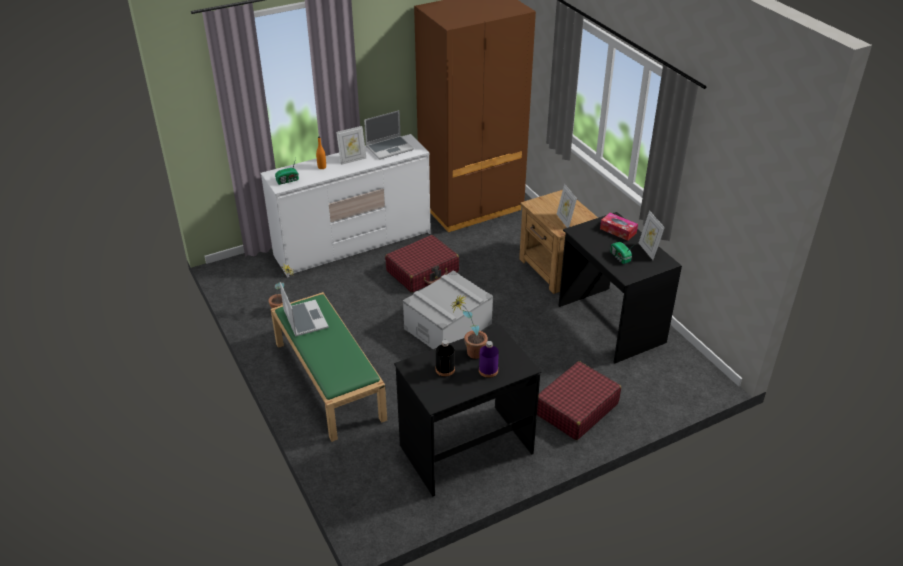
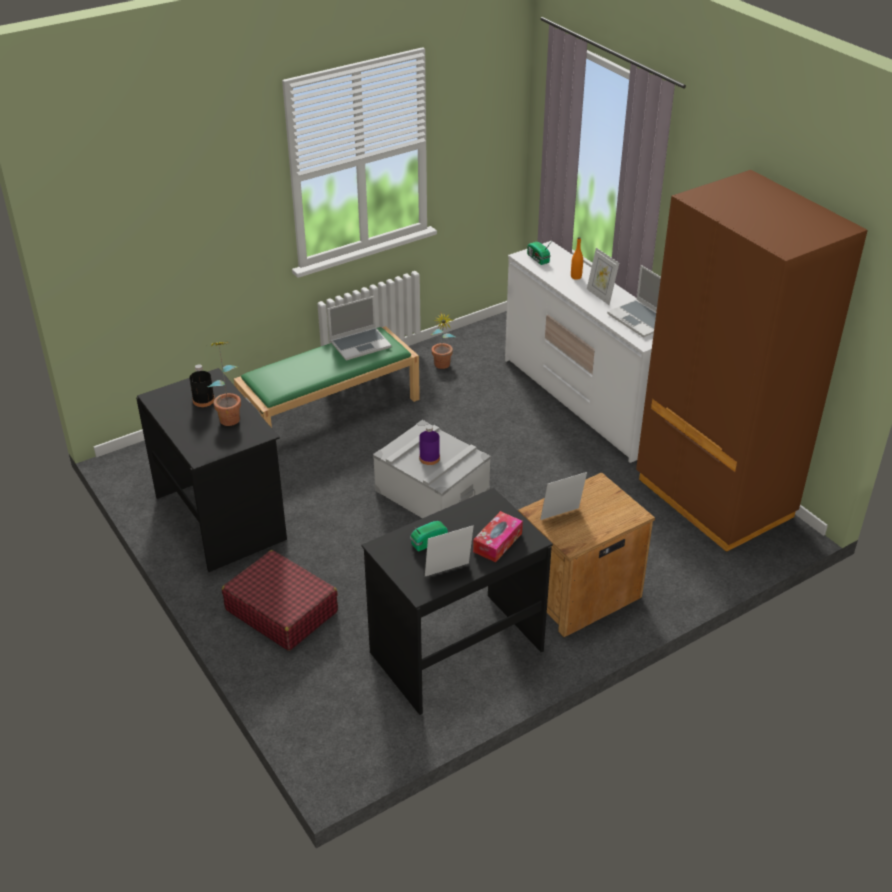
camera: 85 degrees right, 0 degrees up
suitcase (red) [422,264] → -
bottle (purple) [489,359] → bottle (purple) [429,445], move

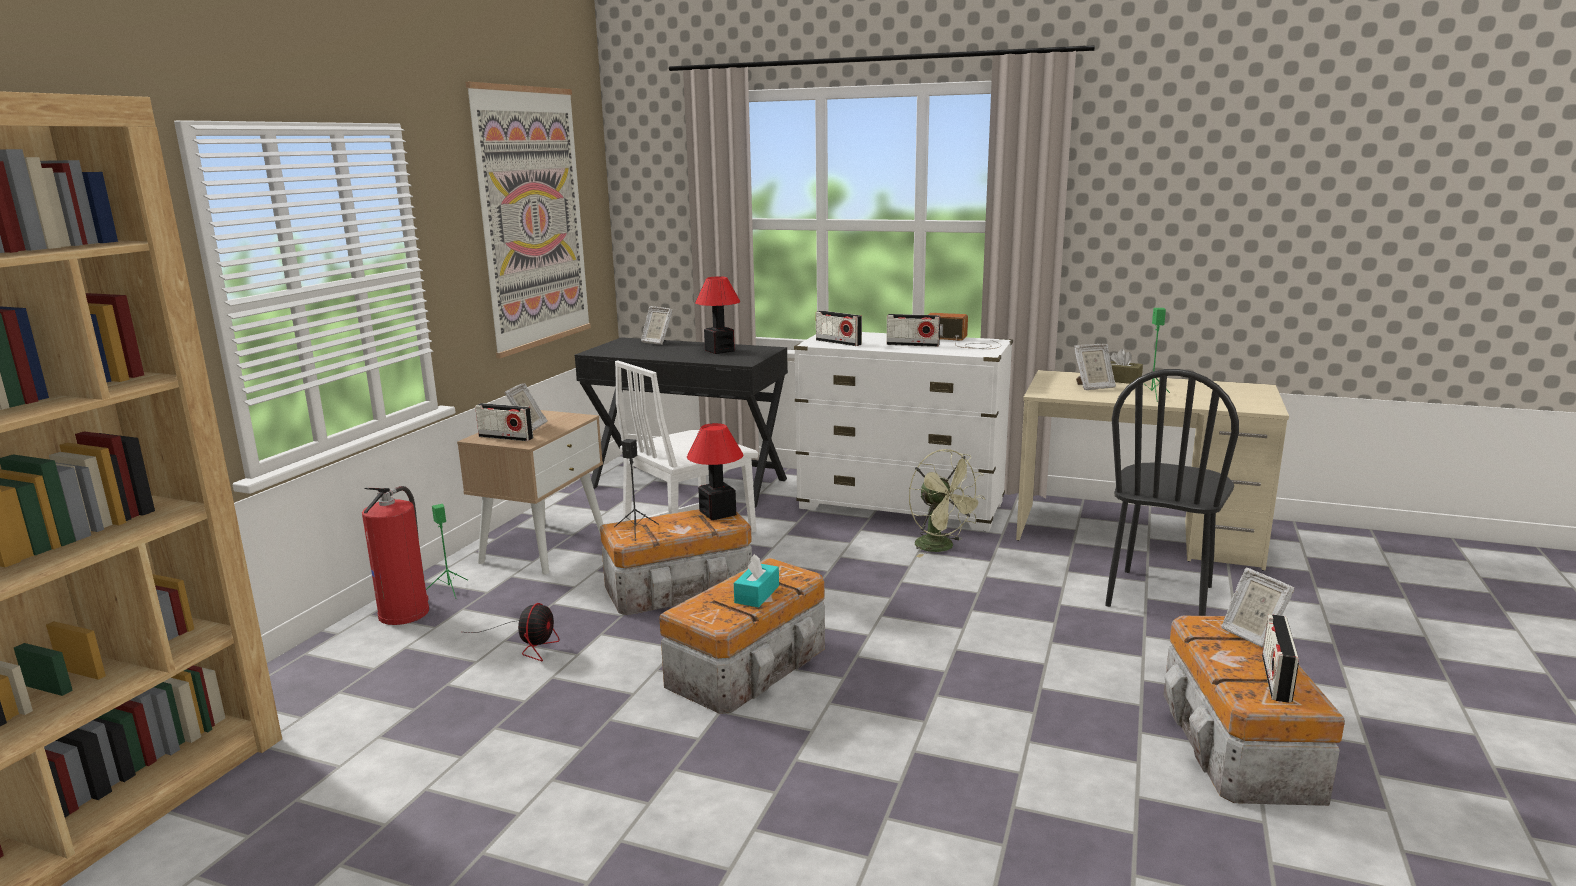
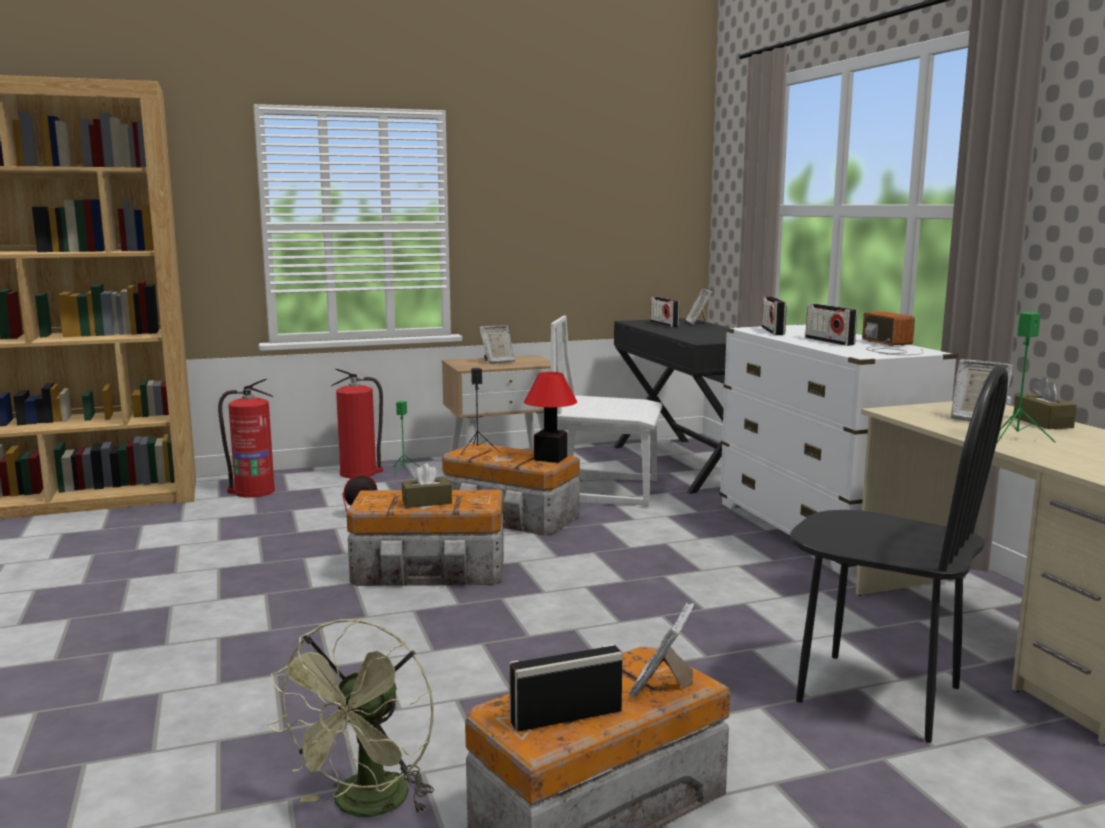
camera: 50 degrees right, 5 degrees down
picture [528,220] → -
table lamp [718,315] → -
chair (black) [1172,492] → chair (black) [899,554], 135 degrees counterclockwise
radio [504,422] → radio [665,312], move
fan (green) [947,503] → fan (green) [351,718], move
tissue box (turquoise) [756,580] → tissue box (brown) [427,486]
- → fire extinguisher [246,438]

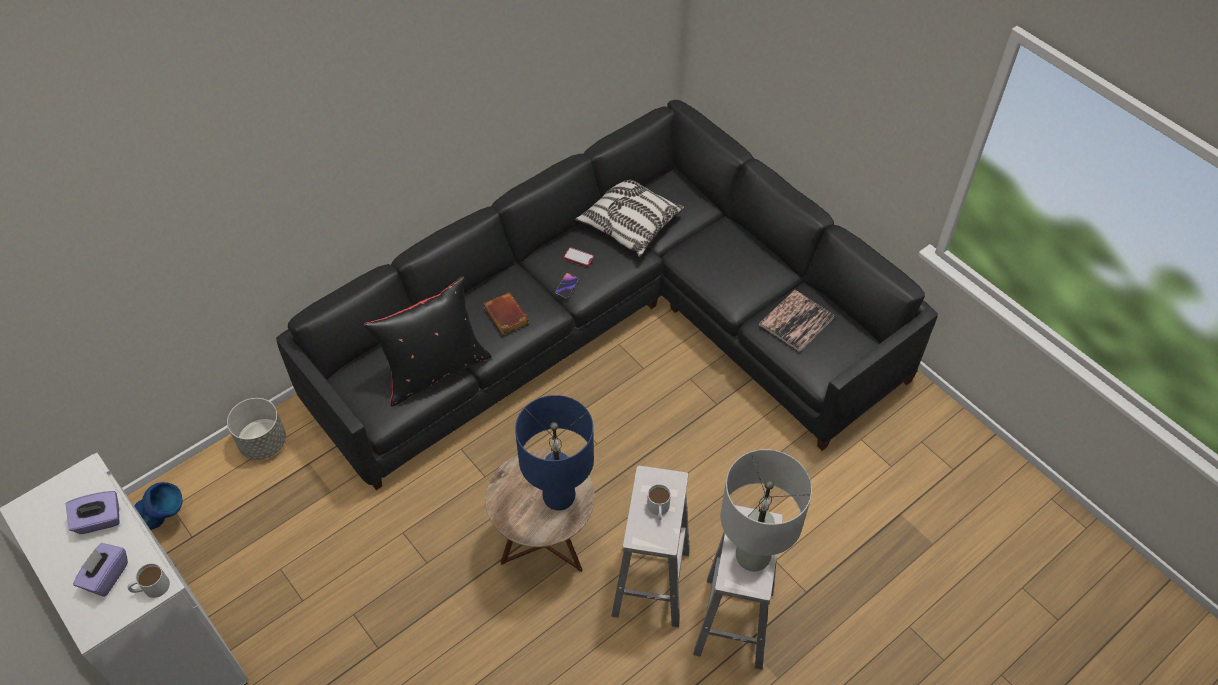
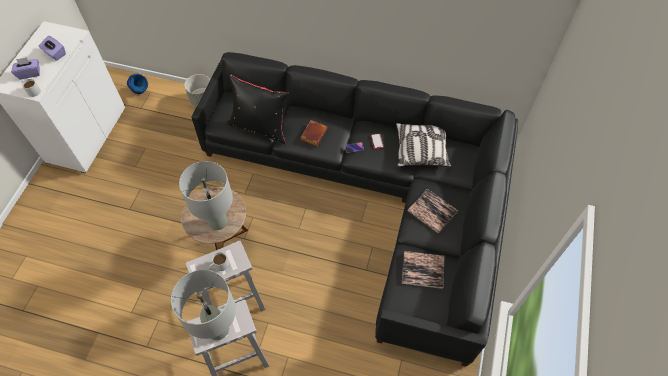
camera: 55 degrees right, 5 degrees up
table lamp (blue) [554,453] → table lamp (grey) [206,195]
- → book [432,211]

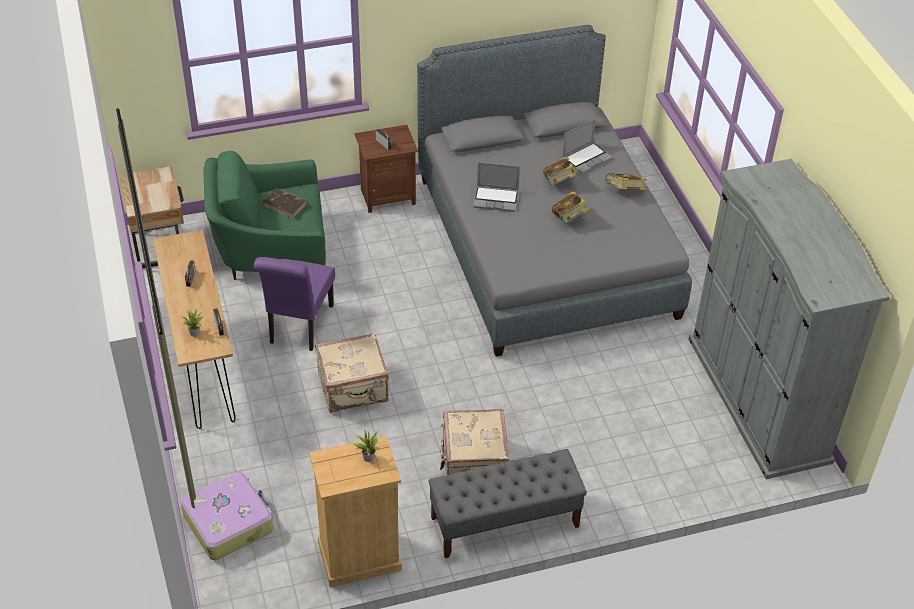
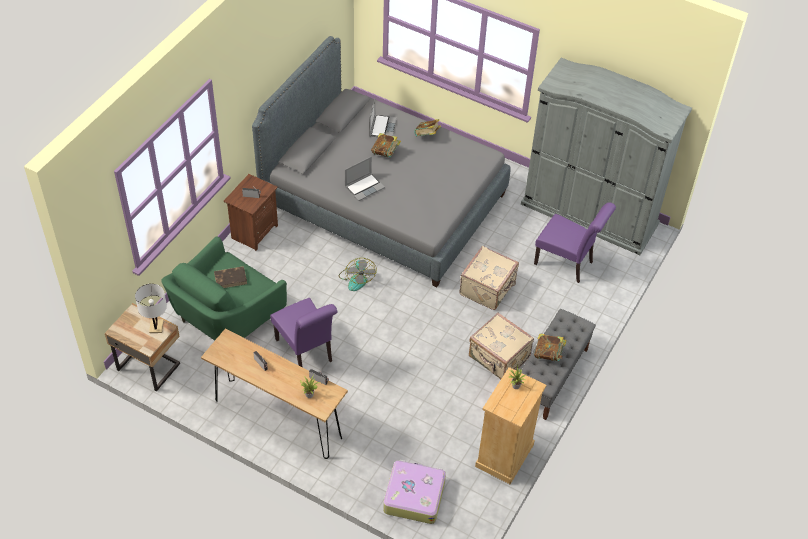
camera: 45 degrees left, 5 degrees up
book [571,207] → book [550,347], move
suitcase (beige) [352,373] → suitcase (beige) [489,278], move
- → chair (purple) [575,242]
- → fan [358,274]
- → table lamp (white) [151,308]

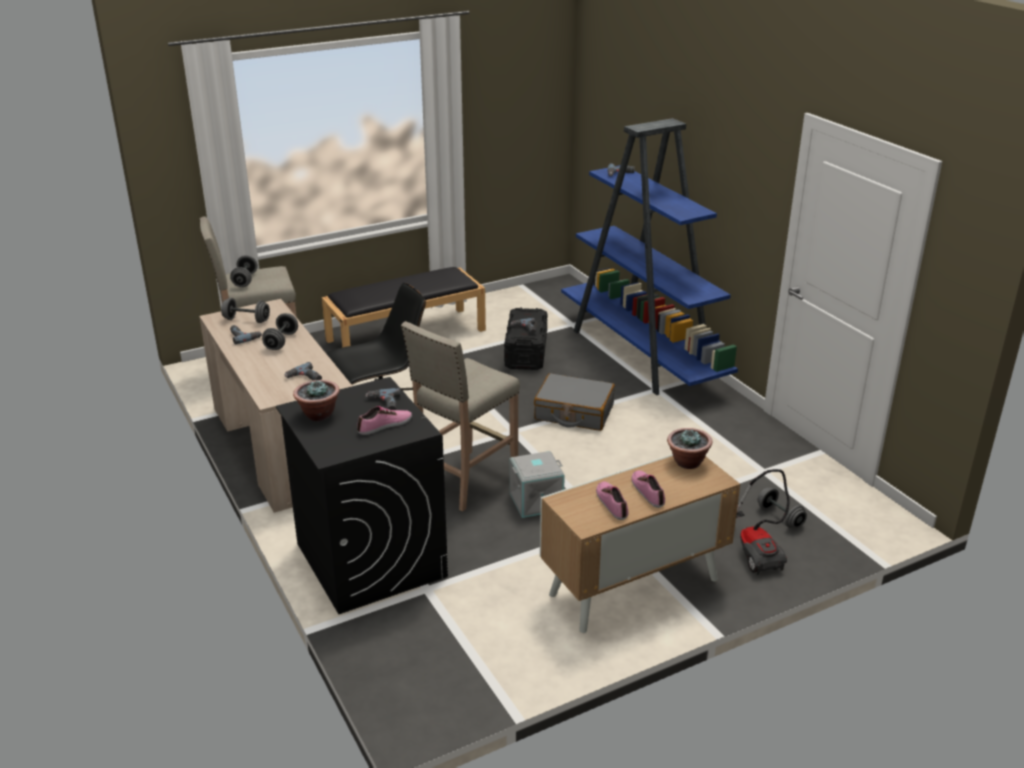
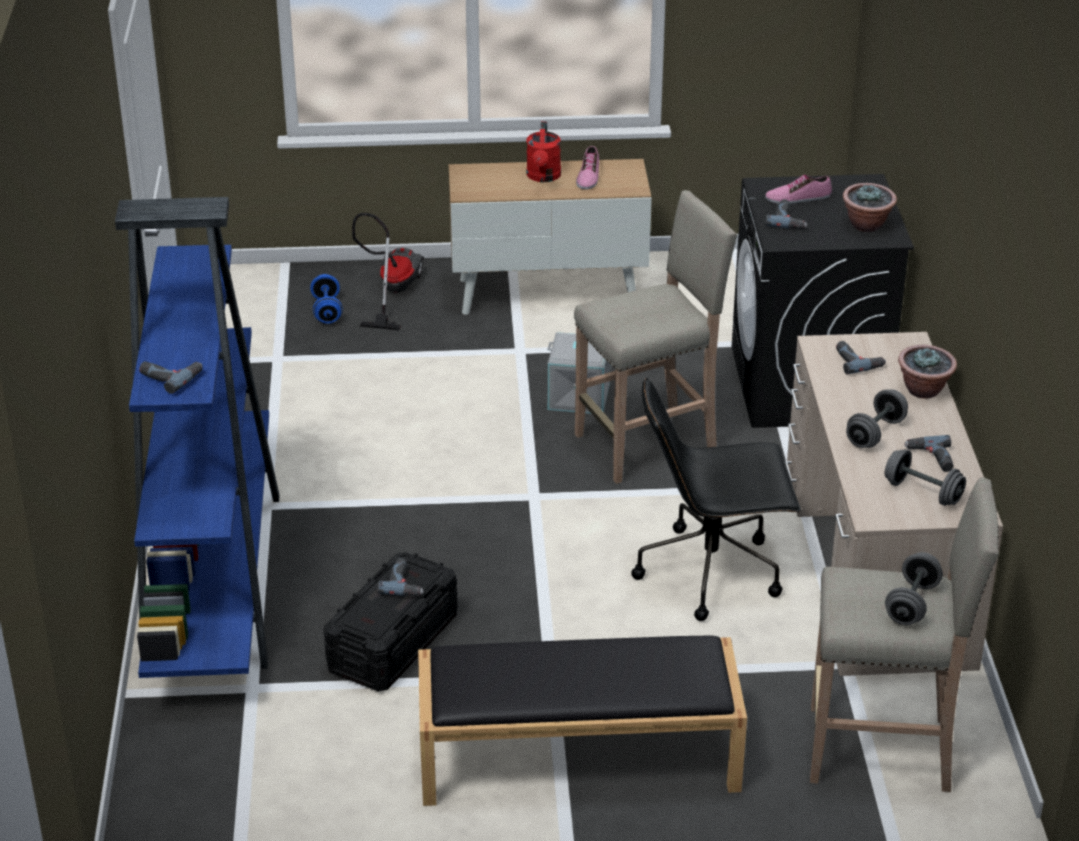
camera: 155 degrees left, 5 degrees up
suitcase (grey) [574,402] → -
potted plant [689,448] → potted plant [927,372], move
shoe [648,489] → watering can (red) [543,151]
dumbbell (grey) [782,508] → dumbbell (blue) [326,299]

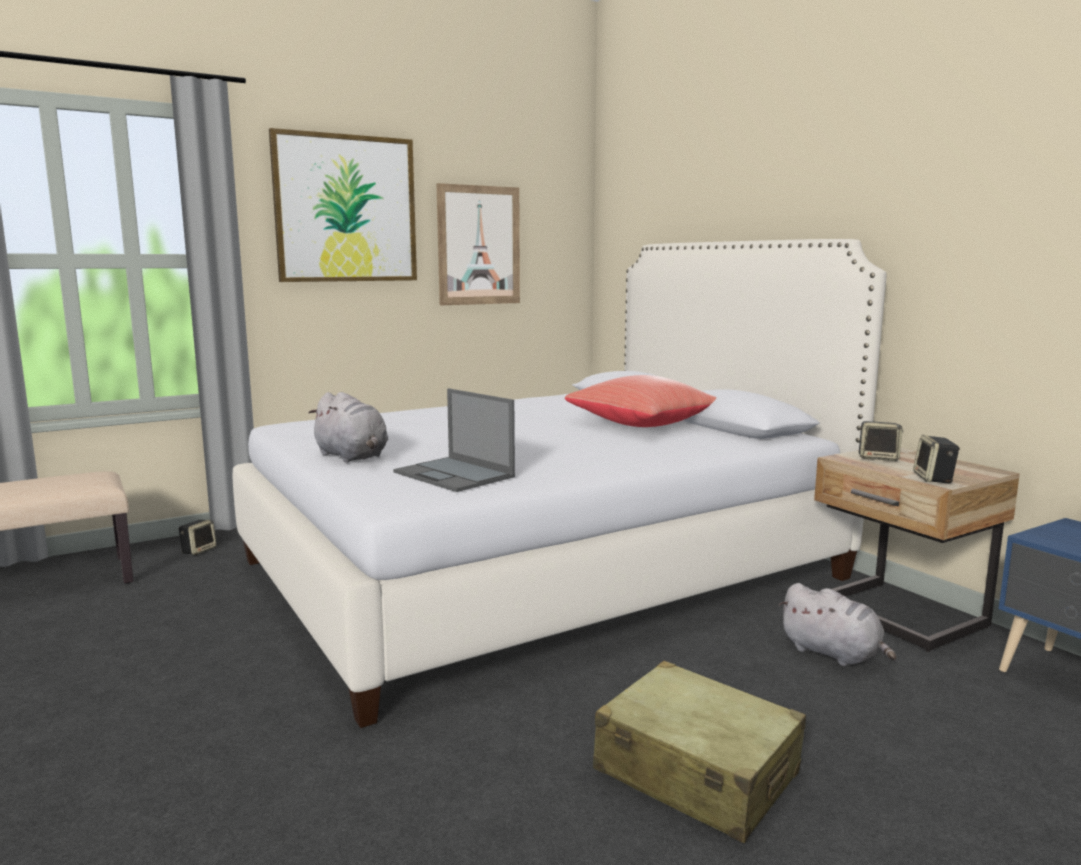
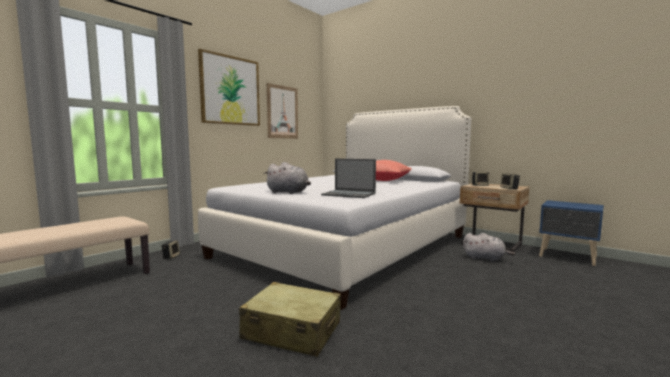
camera: 20 degrees left, 5 degrees down
suitcase (beige) [699,751] → suitcase (beige) [290,319], move

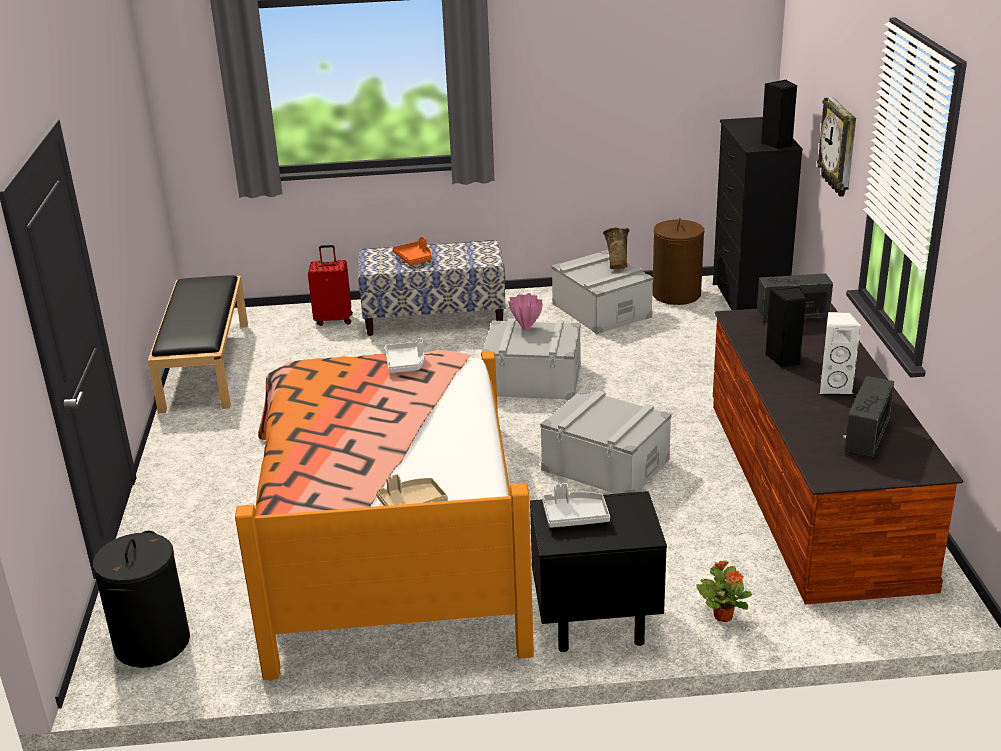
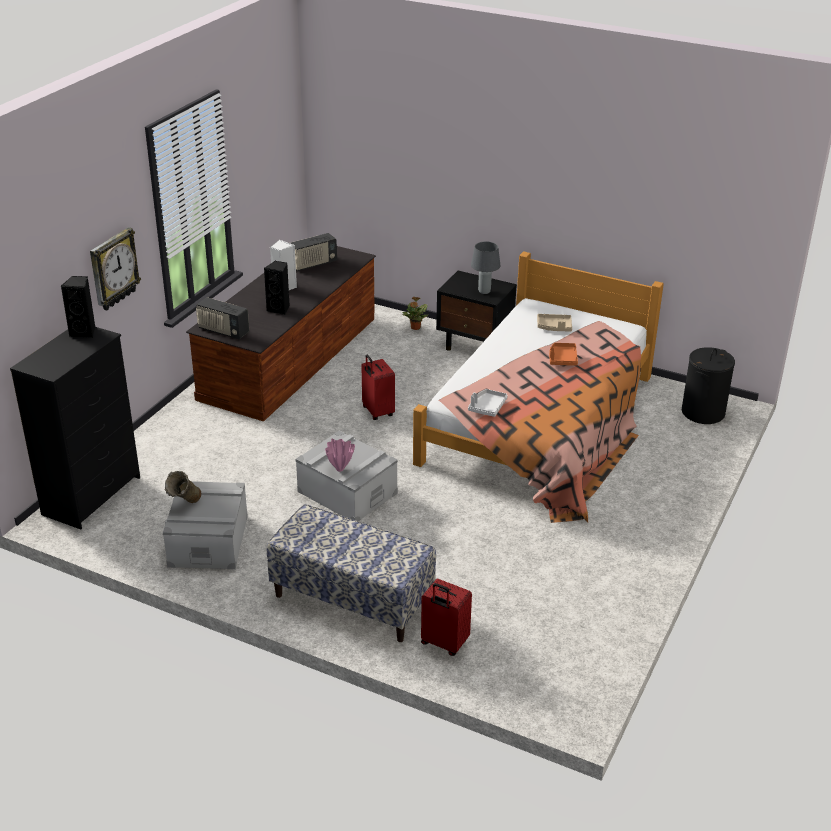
camera: 150 degrees left, 5 degrees up
laundry basket (brown) [678,261] → -
tray (orange) [412,251] → tray (orange) [563,354], move
bench (black) [198,344] → -
storage box (grey) [606,441] → suitcase (red) [378,387]
tray (grey) [576,505] → table lamp (grey) [485,268]

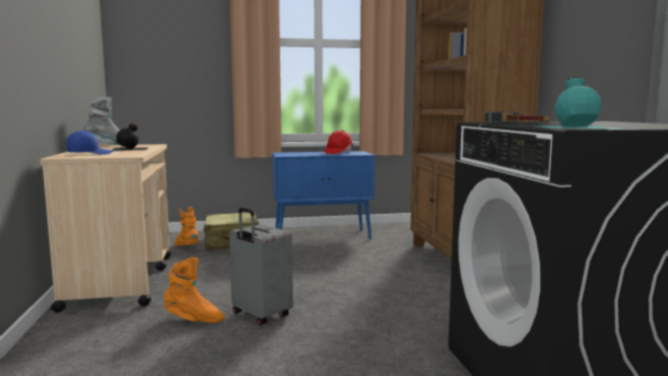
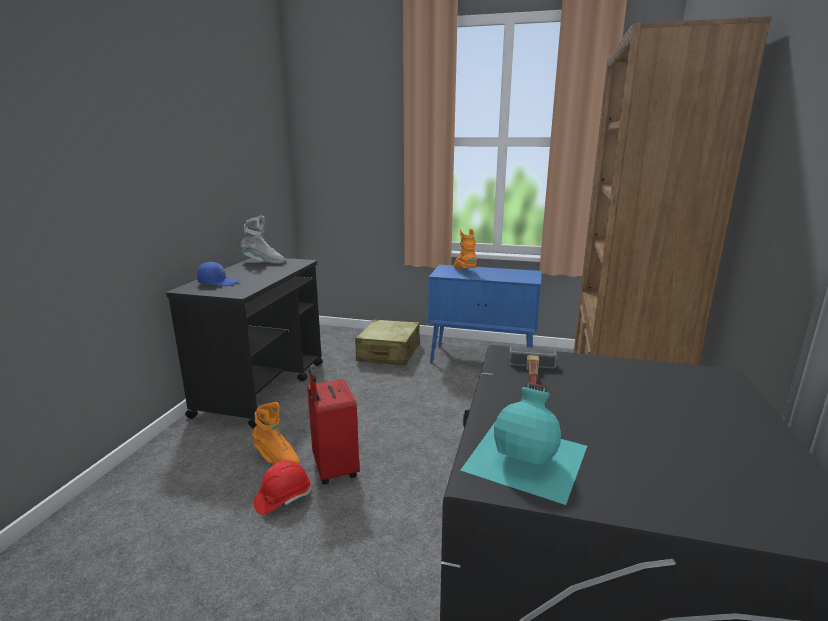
camera: 25 degrees right, 10 degrees up
bottle (black) [130,137] → -
hard hat (red) [339,142] → hard hat (red) [282,487], move
cart (beige) [105,228] → cart (black) [244,343]
boot (orange) [187,226] → boot (orange) [465,249], move
suitcase (grey) [261,266] → suitcase (red) [333,426]

